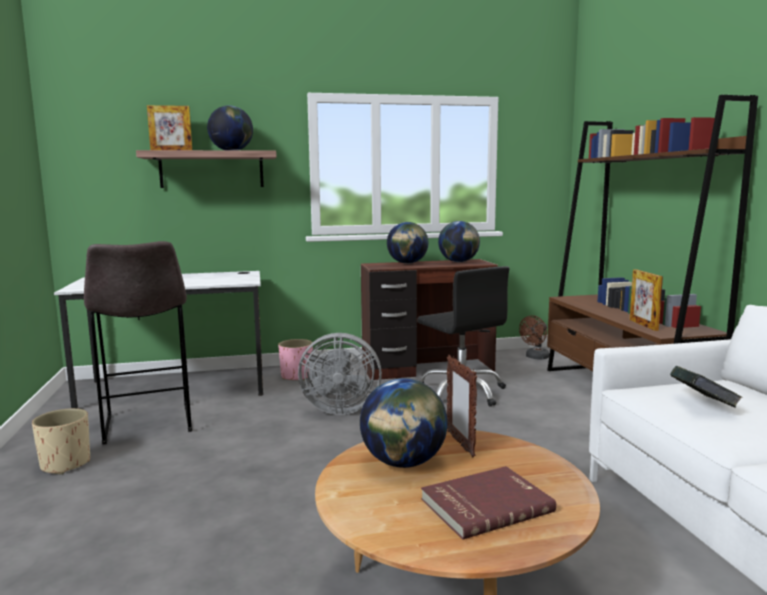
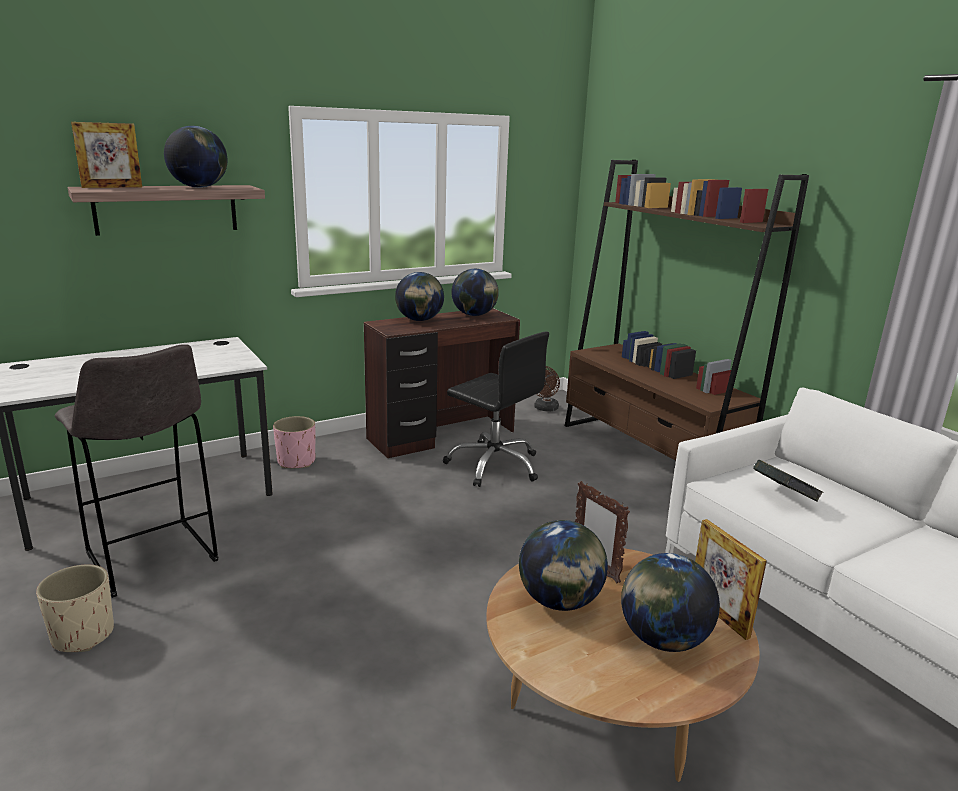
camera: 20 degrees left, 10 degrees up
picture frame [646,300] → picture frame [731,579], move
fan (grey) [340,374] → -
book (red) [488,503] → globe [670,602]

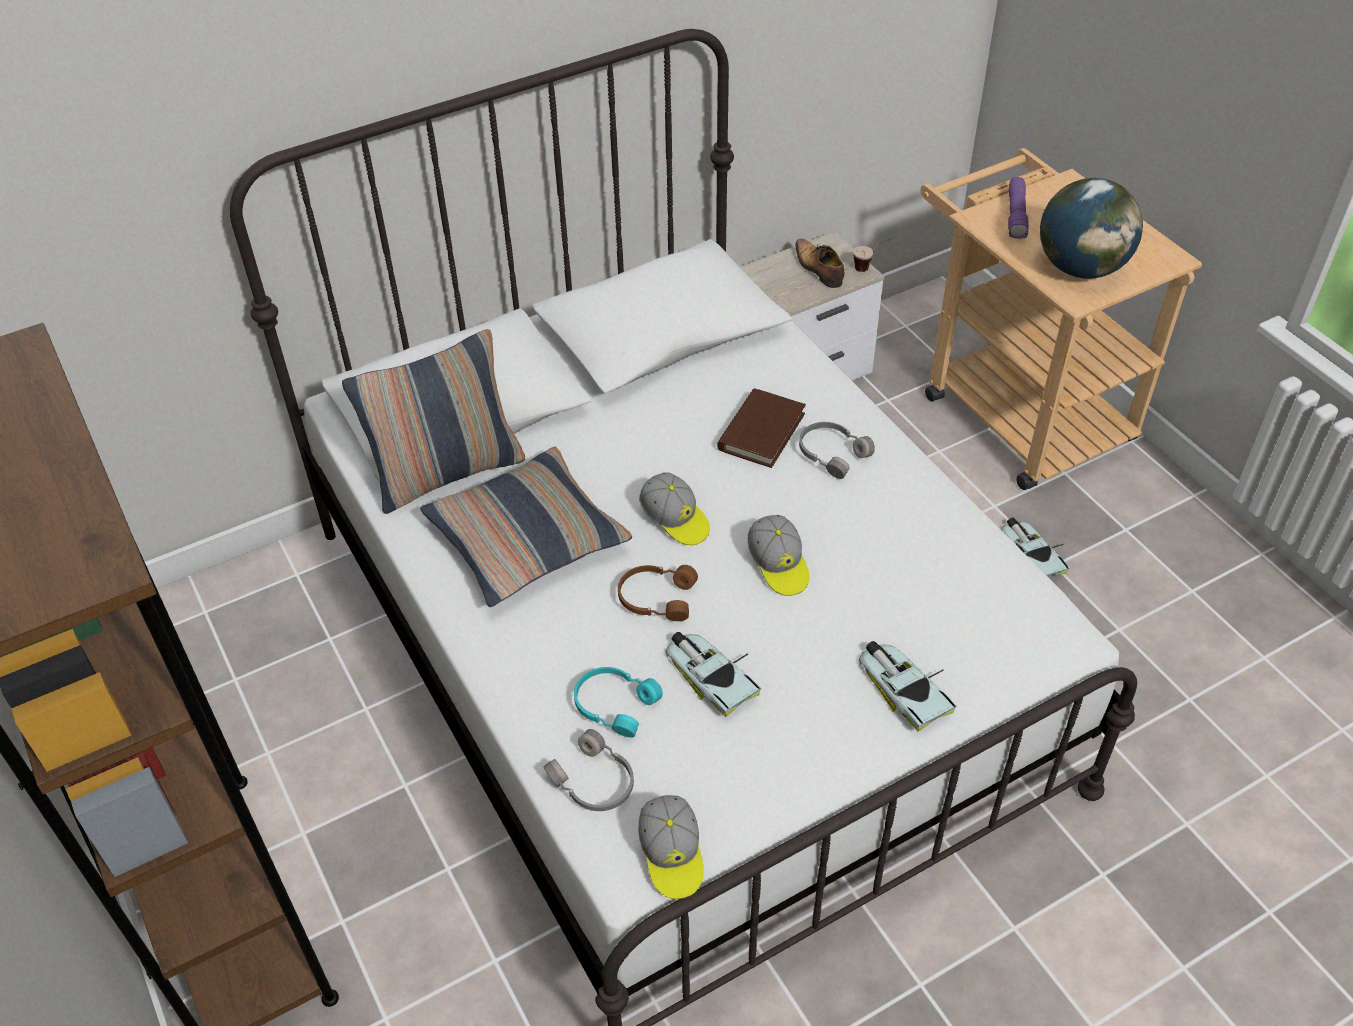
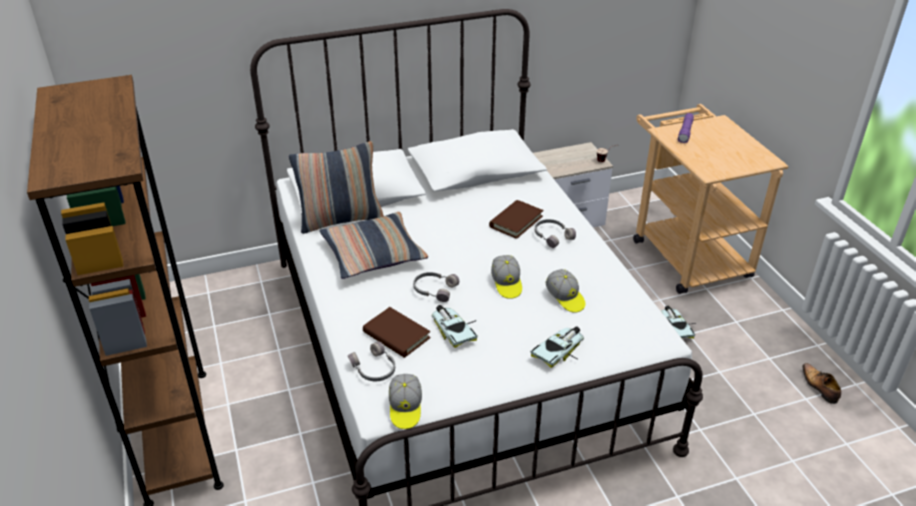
camera: 10 degrees right, 10 degrees down
globe [1091,228] → -
shoe [819,263] → shoe [821,383], move
cap [674,508] → cap [565,291], move
headphones (brown) [658,593] → headphones (grey) [436,287]
toy car [907,686] → toy car [557,347], 60 degrees clockwise
headphones (turquoise) [618,702] → book (brown) [397,332]

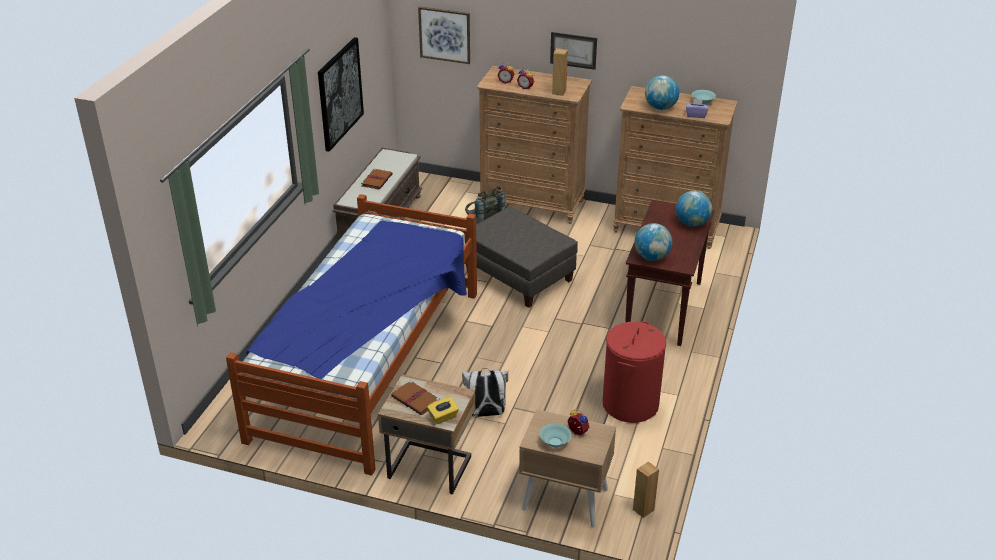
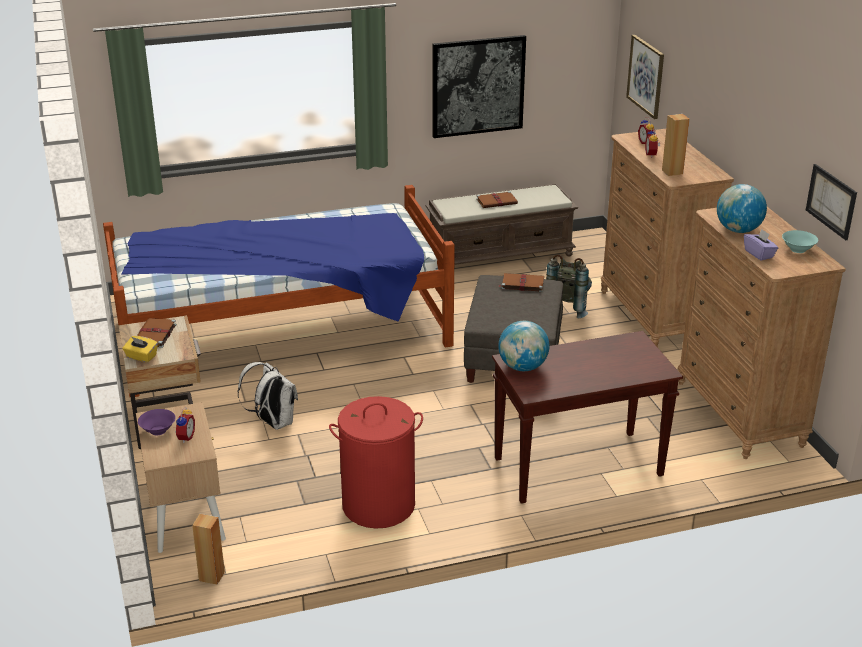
camera: 55 degrees right, 5 degrees down
picture [573,51] → picture [831,202], move
globe [694,209] → -
bowl (turquoise) [555,435] → bowl (purple) [157,422]
- → book (brown) [521,282]

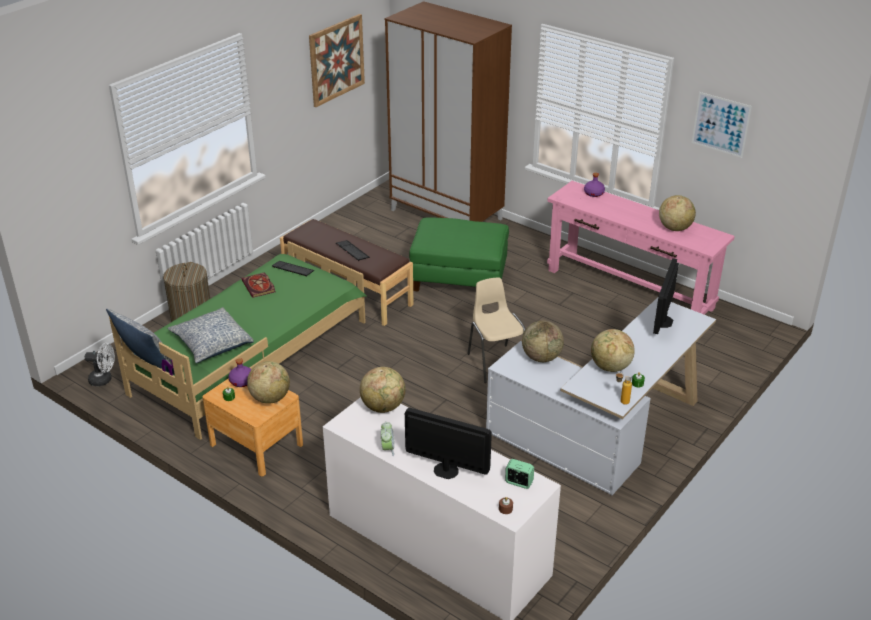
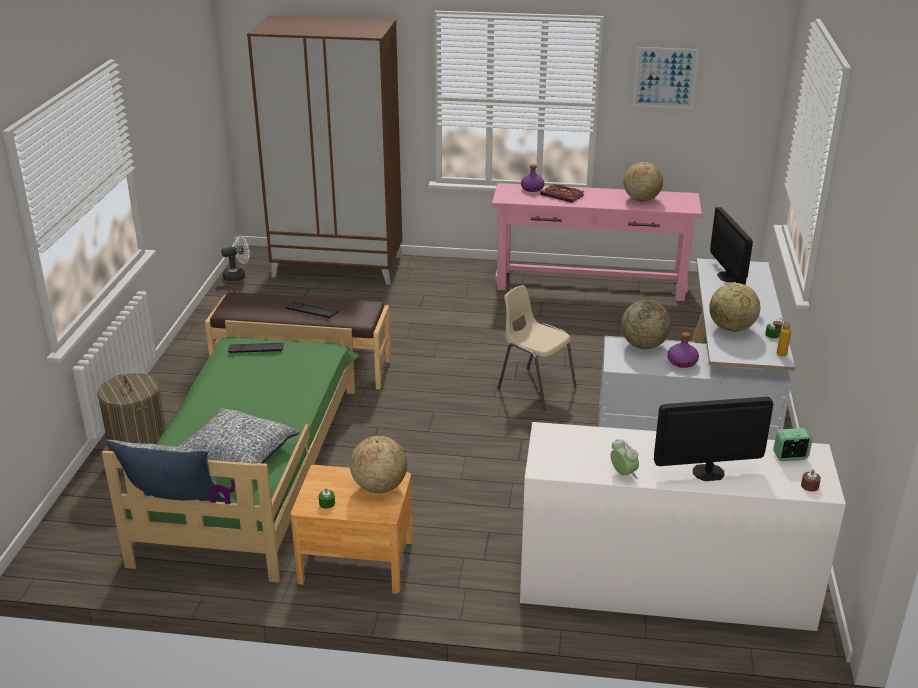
camera: 30 degrees left, 5 degrees down
picture [337,60] → -
ottoman (green) [459,254] → -
book [258,285] → book [562,193], move
fan (white) [100,364] → fan (white) [235,258], move
bottle (purple) [240,372] → bottle (purple) [683,350], move
globe [383,390] → -

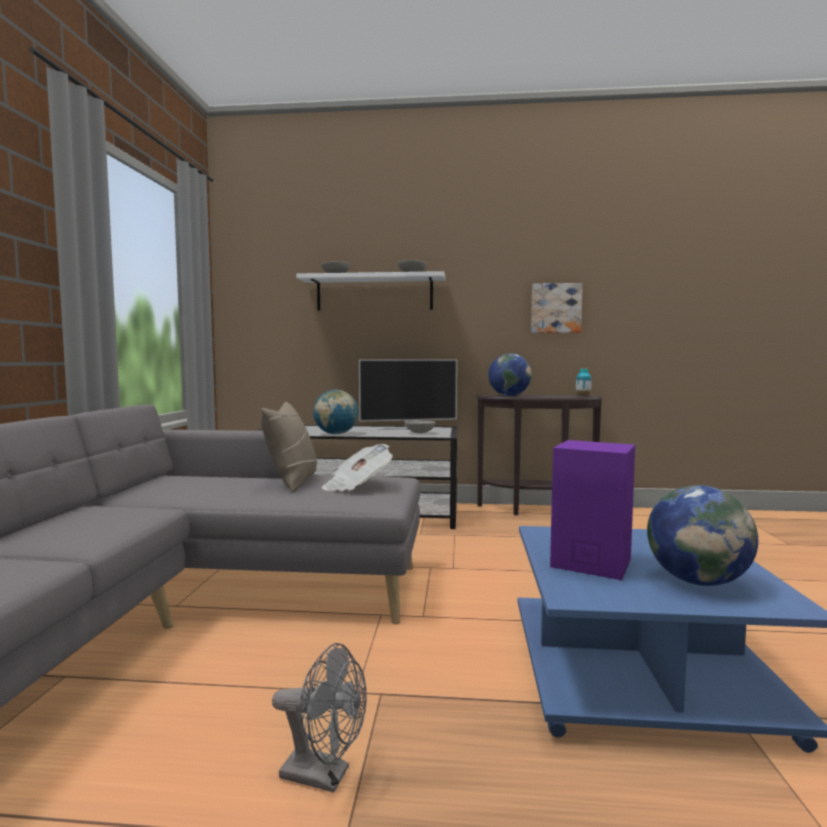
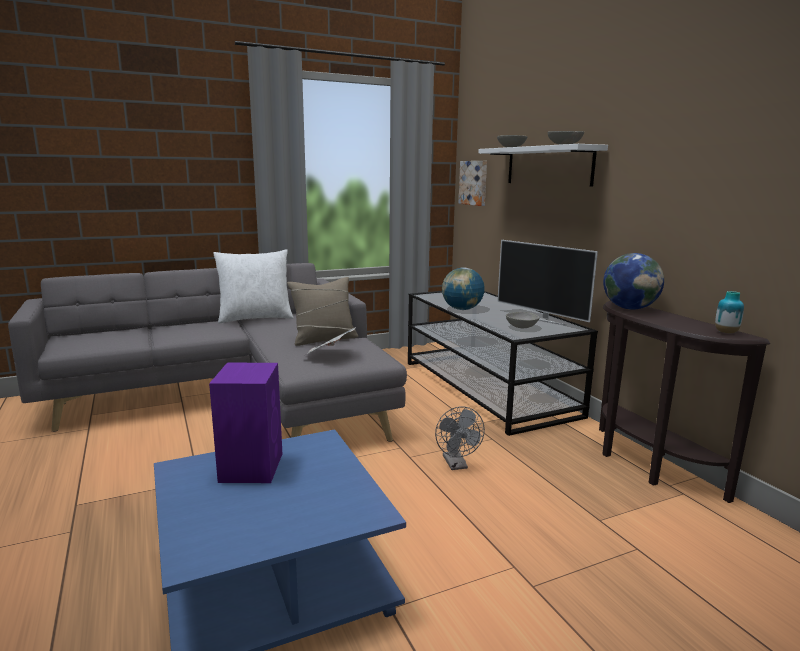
camera: 60 degrees right, 10 degrees up
picture [557,308] → picture [473,183], move
globe [702,535] → -
fan (grey) [319,718] → fan (grey) [460,438], move
- → pillow (white) [253,286]

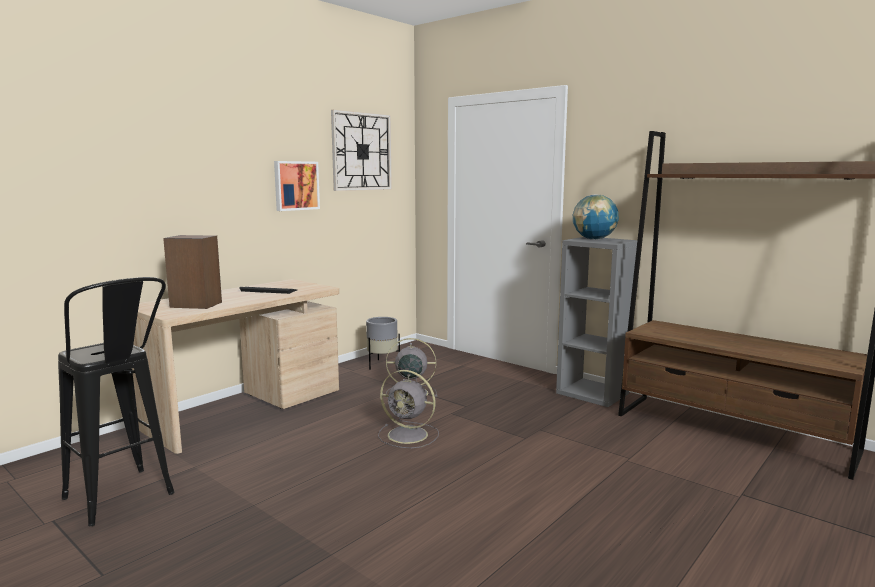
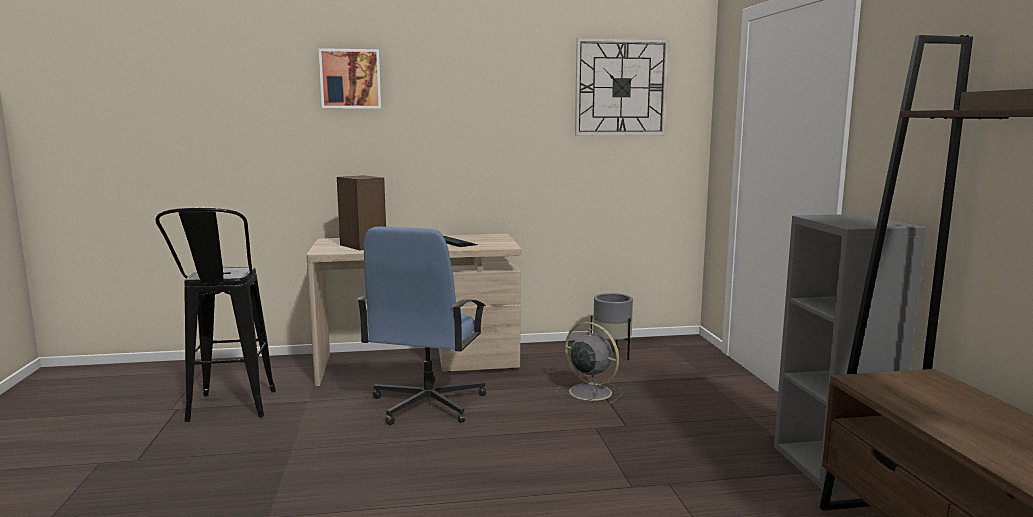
camera: 40 degrees right, 0 degrees up
picture [297,186] → picture [350,78], move
globe [596,216] → -
fan (grey) [408,409] → -
- → office chair (blue) [421,326]

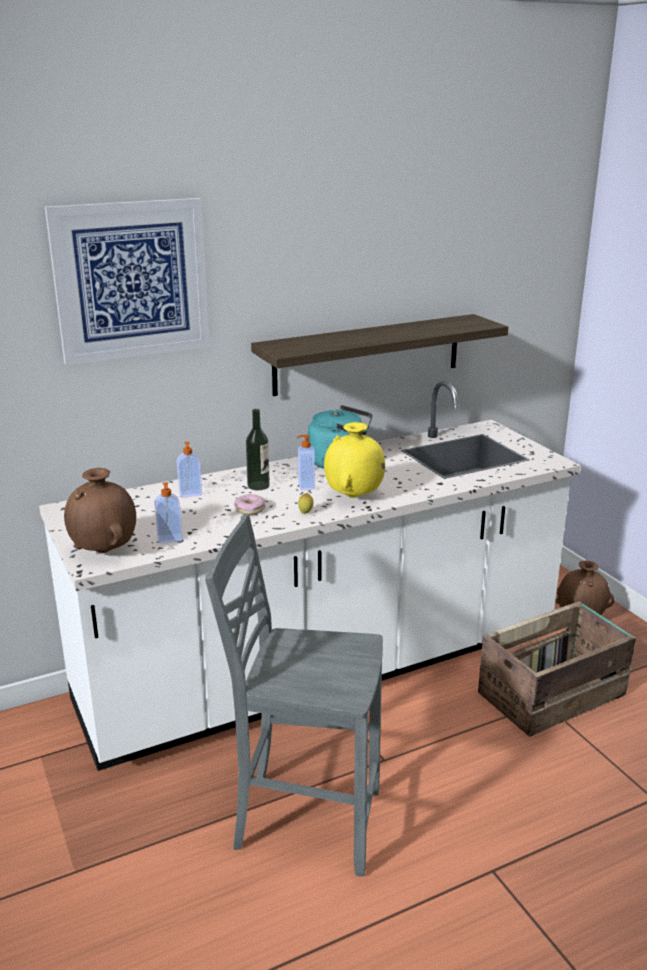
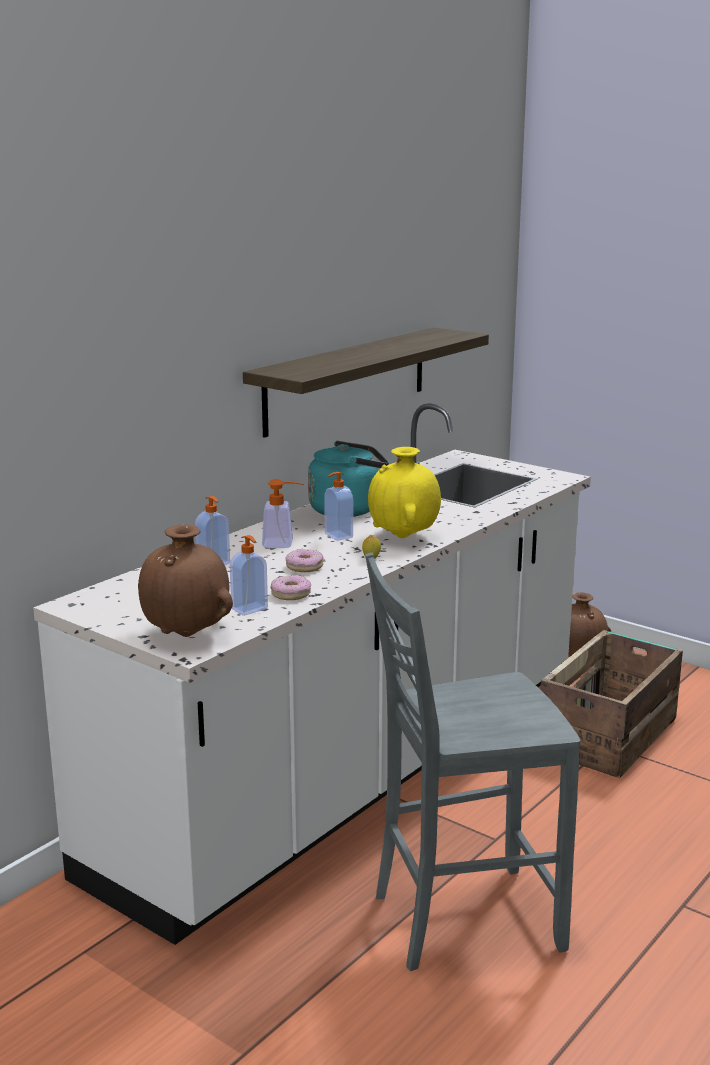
camera: 25 degrees left, 5 degrees down
picture [127,281] → -
bottle [258,449] → soap dispenser [283,513]
- → donut [290,587]

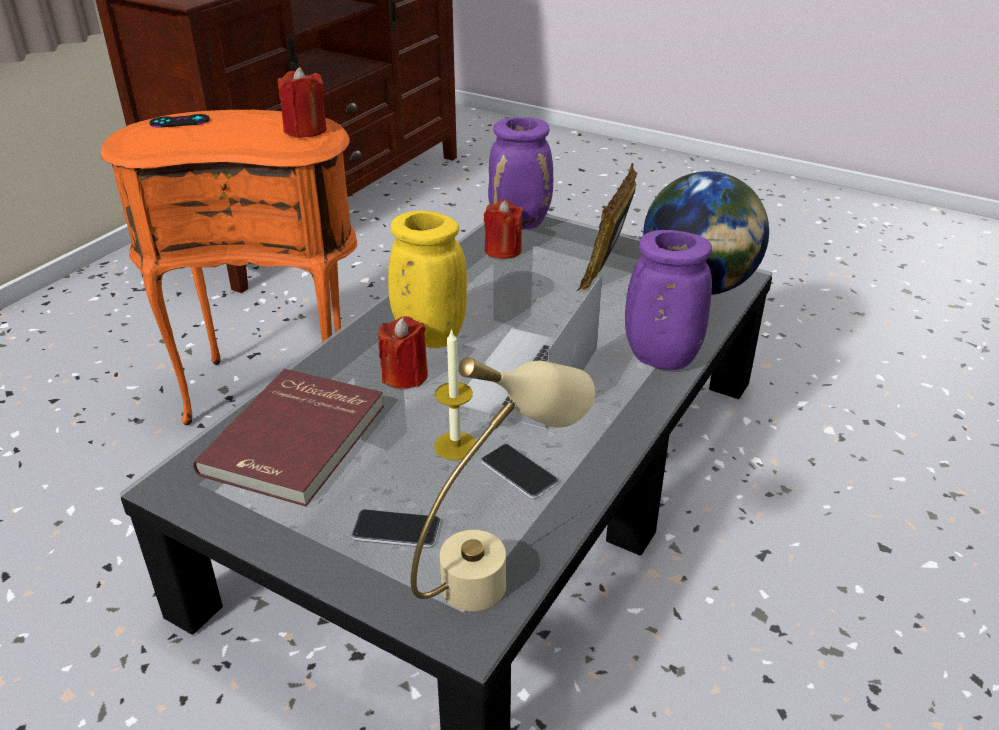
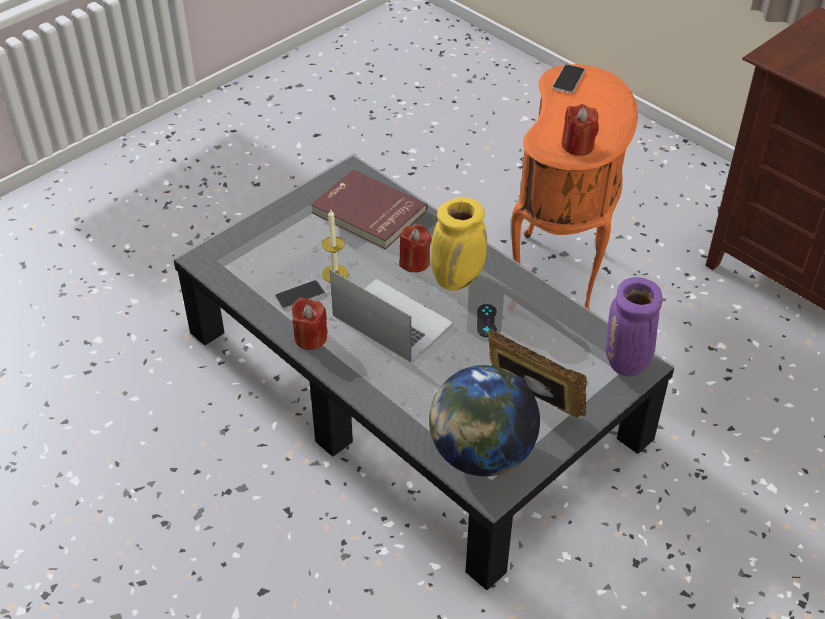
camera: 105 degrees right, 10 degrees up
game controller (black) [180,121] → game controller (black) [487,320], move
candle (red) [503,229] → candle (red) [310,323], move
vase (purple) [668,300] → -
table lamp (beige) [503,484] → -
phone [396,528] → phone [568,79], move

